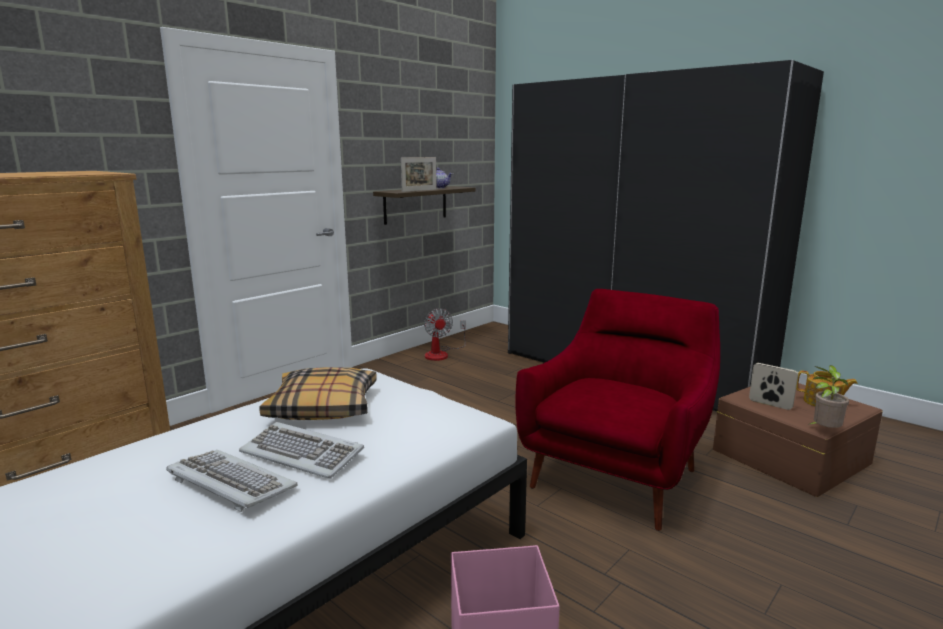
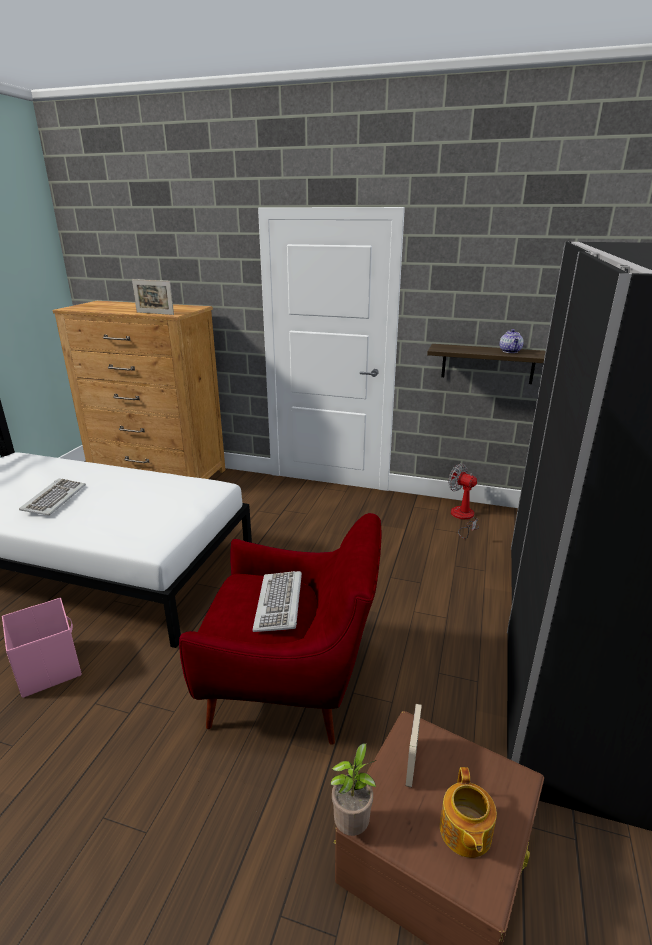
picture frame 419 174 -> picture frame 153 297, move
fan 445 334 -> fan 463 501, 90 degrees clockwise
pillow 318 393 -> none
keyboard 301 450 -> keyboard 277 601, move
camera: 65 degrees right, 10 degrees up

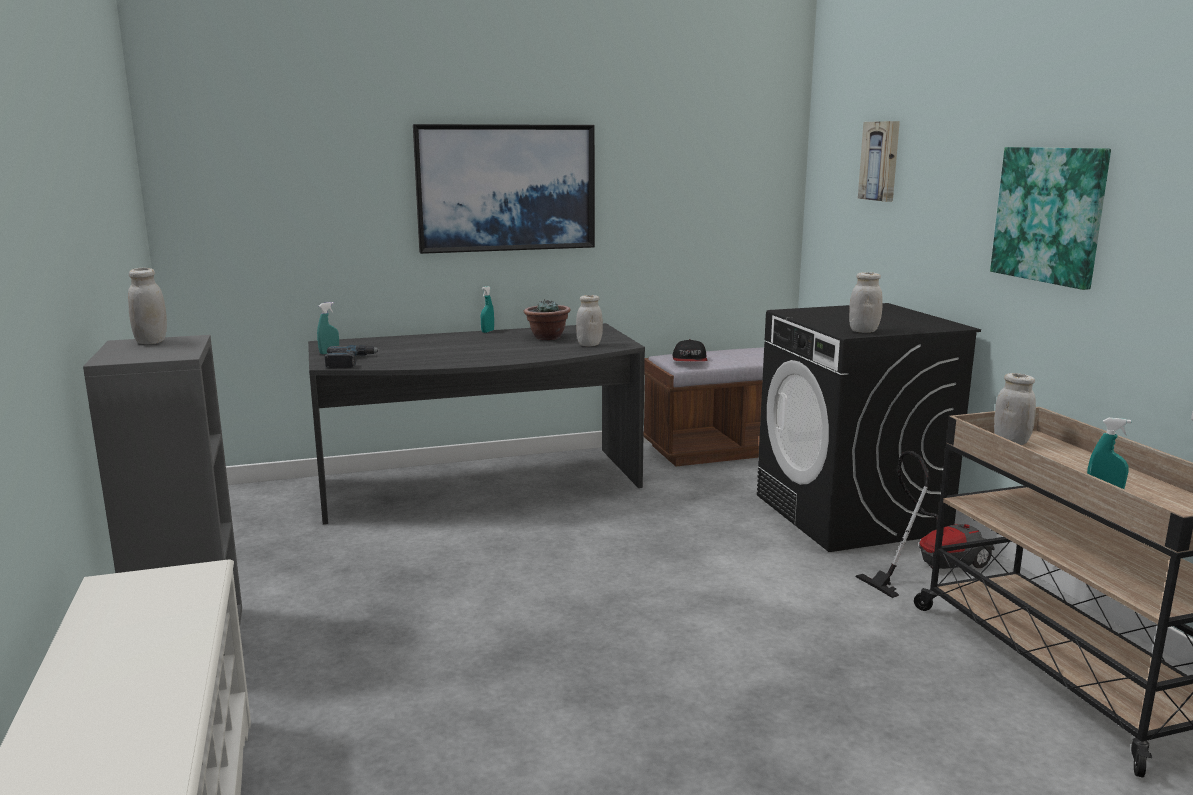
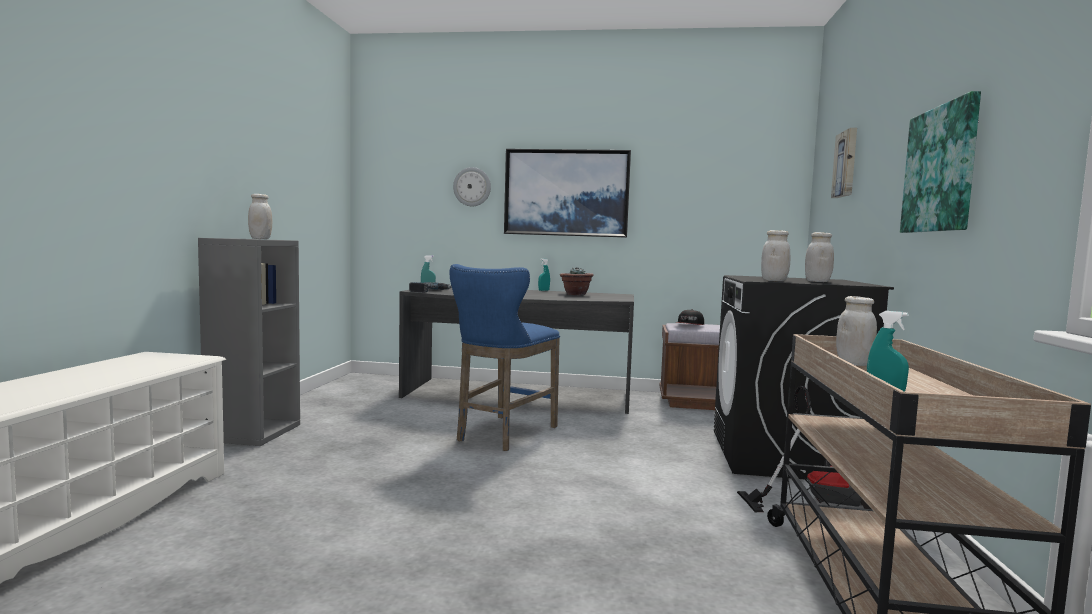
white jar 589 320 -> white jar 819 257, move
none -> wall clock 472 186
none -> blue stool 505 357
camera: 25 degrees right, 10 degrees down

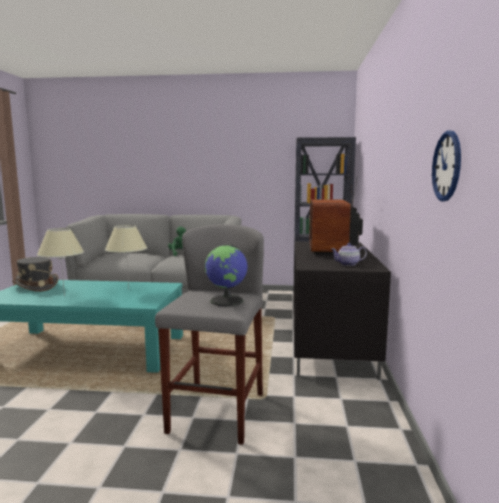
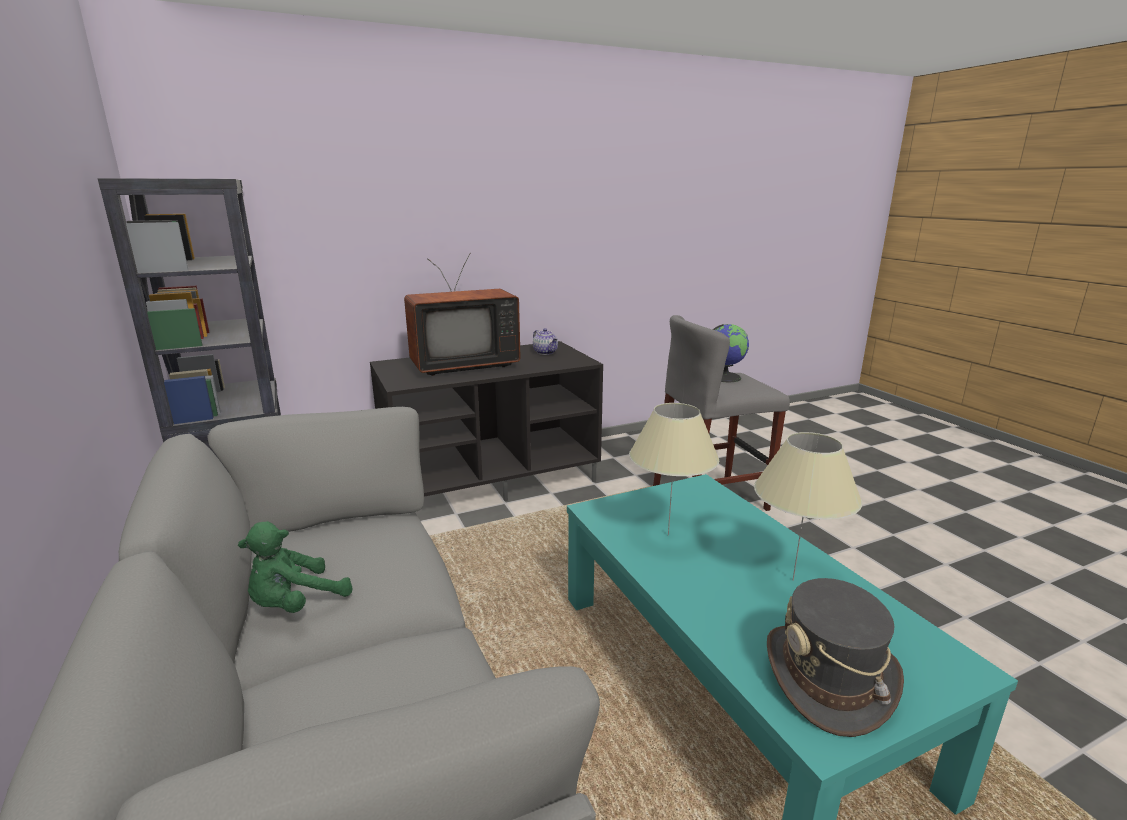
wall clock 446 166 -> none
camera: 120 degrees left, 10 degrees up

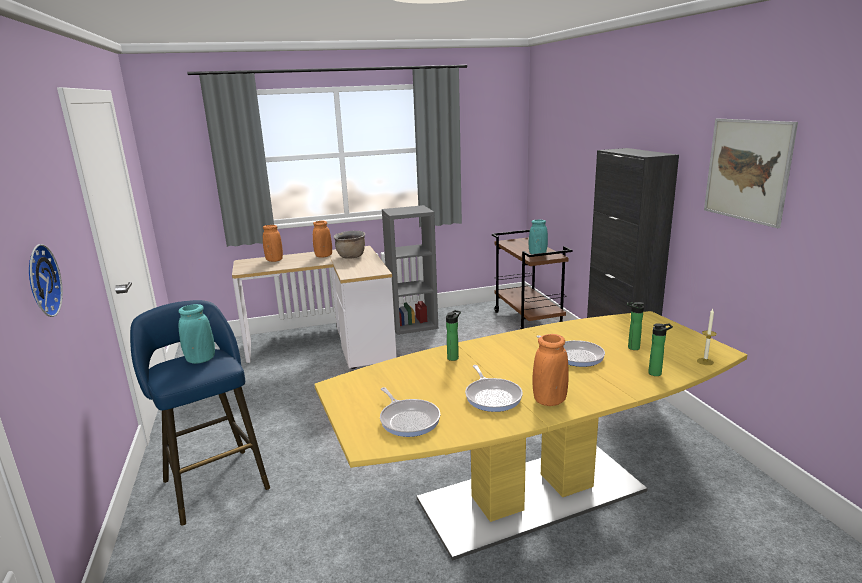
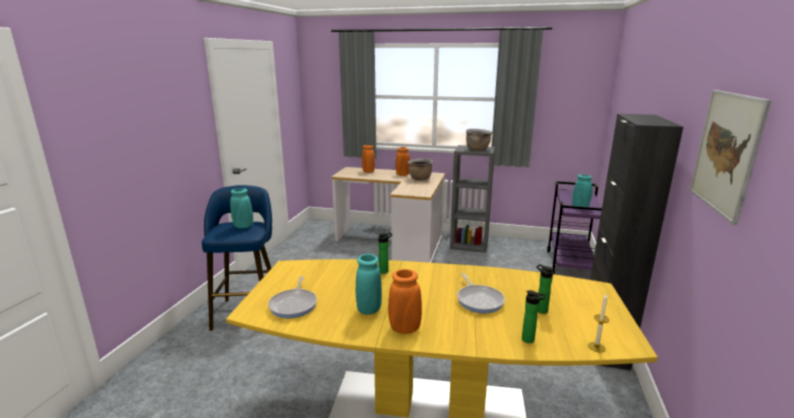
brown cart 532 279 -> purple cart 574 227
wall clock 46 280 -> none
frying pan 494 388 -> turquoise vase 369 284
none -> brown cooking pot 479 140
camera: 30 degrees right, 0 degrees up

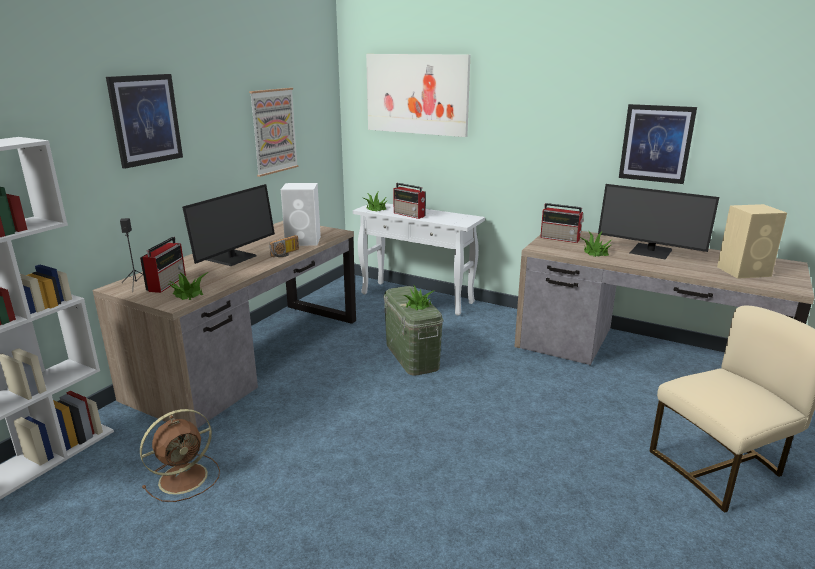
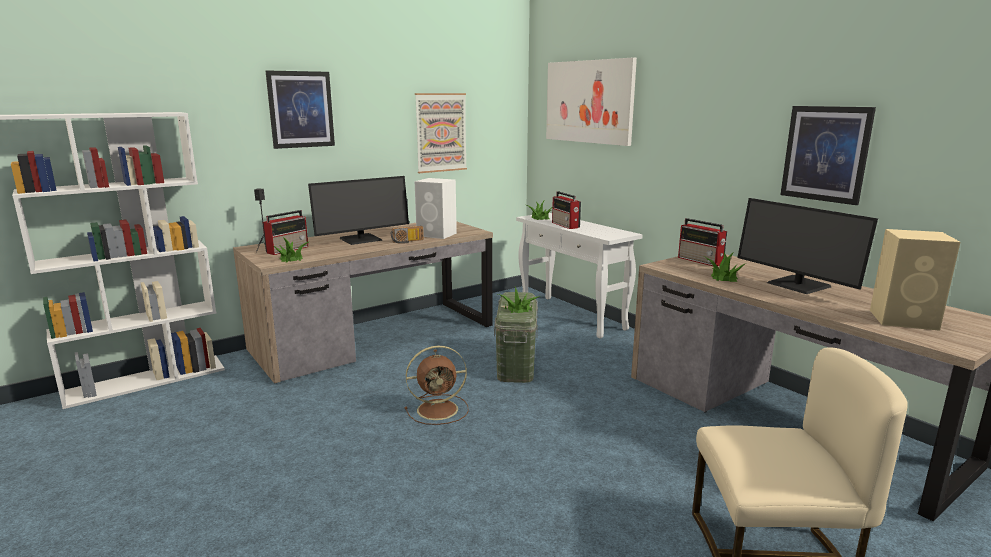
brown fan 180 455 -> brown fan 437 385, move
camera: 25 degrees right, 5 degrees down

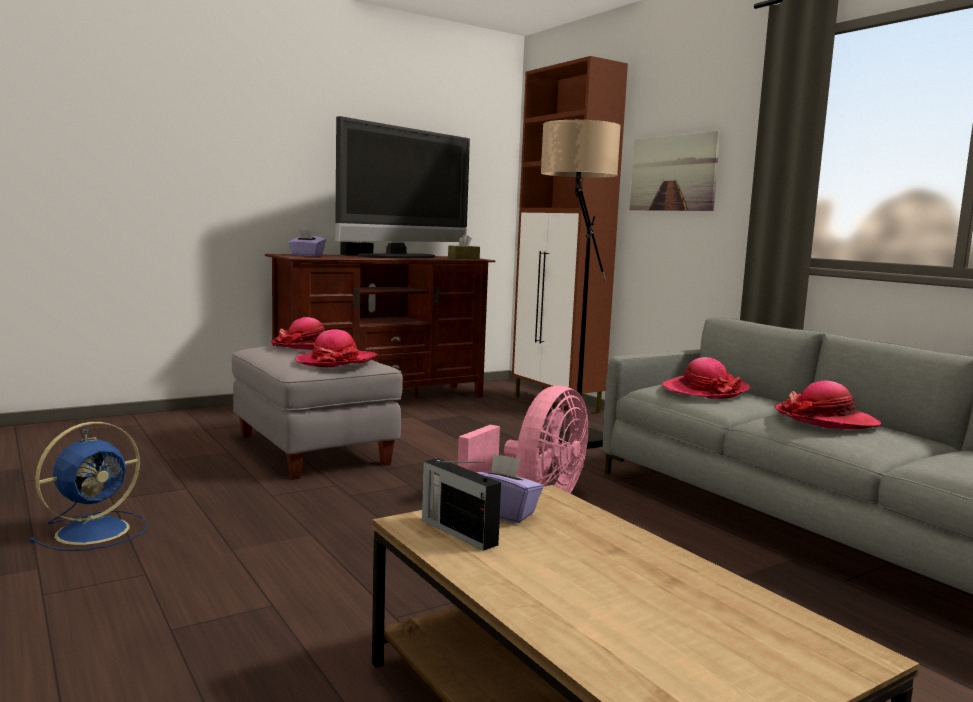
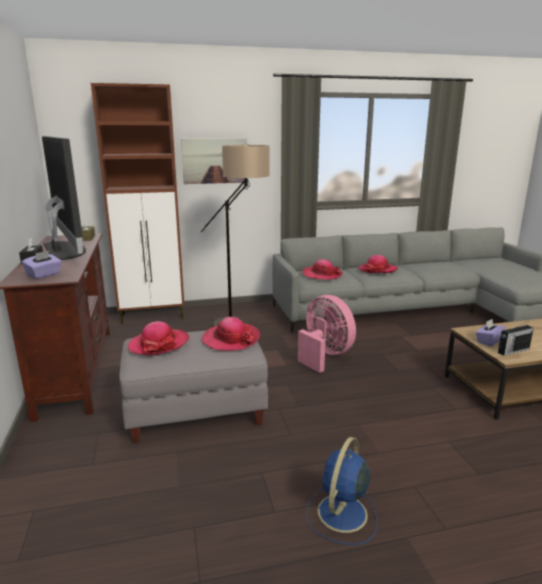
blue fan 88 486 -> blue fan 341 491, 120 degrees counterclockwise
camera: 70 degrees left, 10 degrees up

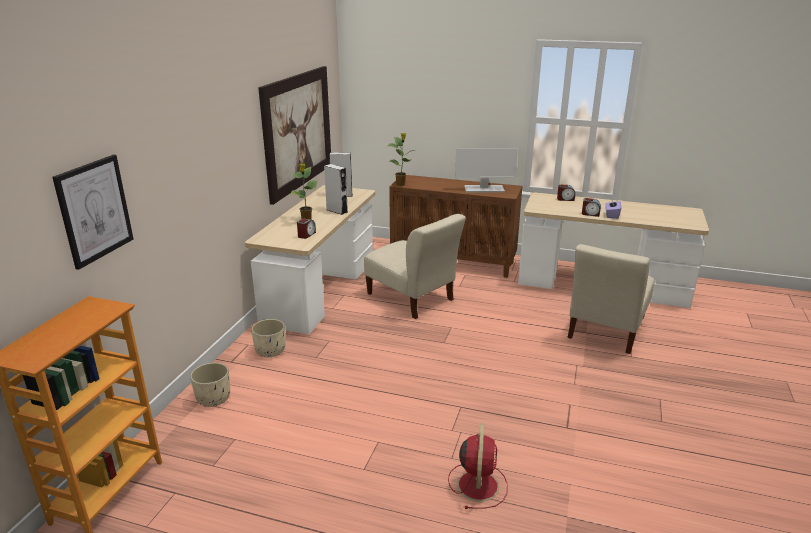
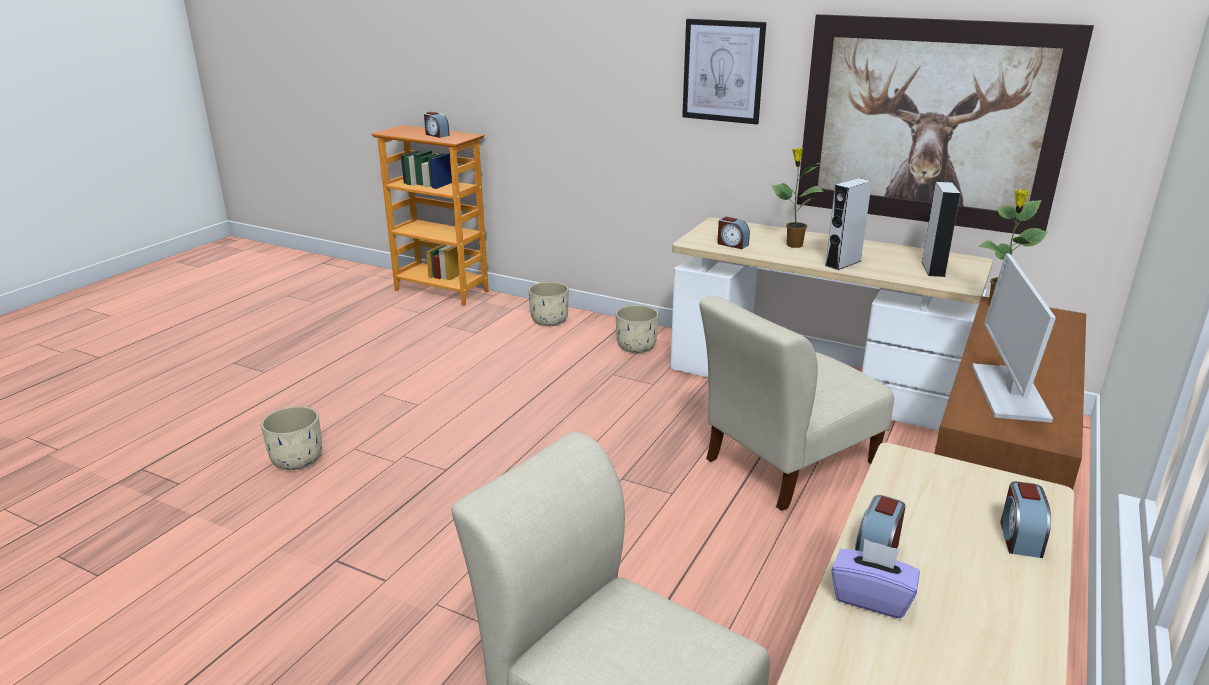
picture 92 212 -> picture 724 71, move
red fan 478 466 -> beige planter 291 438
none -> alarm clock 437 125
camera: 100 degrees right, 0 degrees up

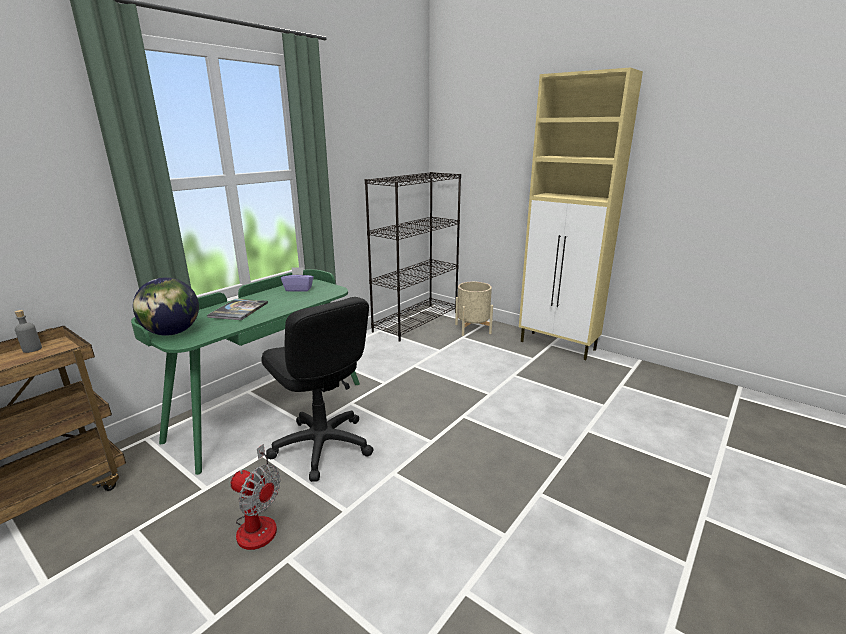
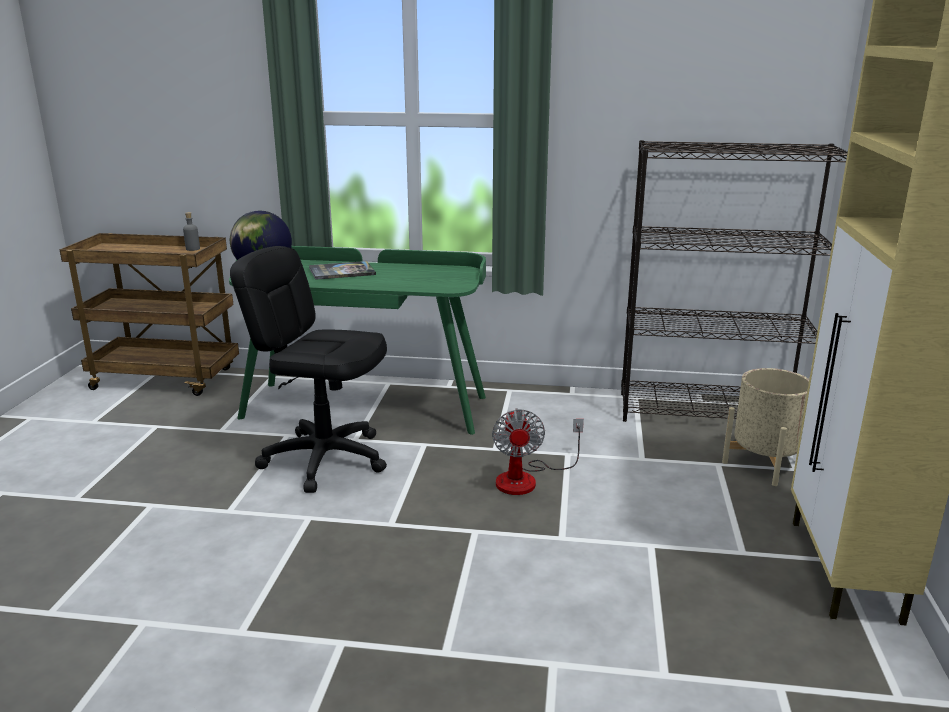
purple tissue box 297 279 -> none
black office chair 317 389 -> black office chair 308 369, 90 degrees clockwise
fan 256 497 -> fan 538 451, move
camera: 60 degrees right, 0 degrees up

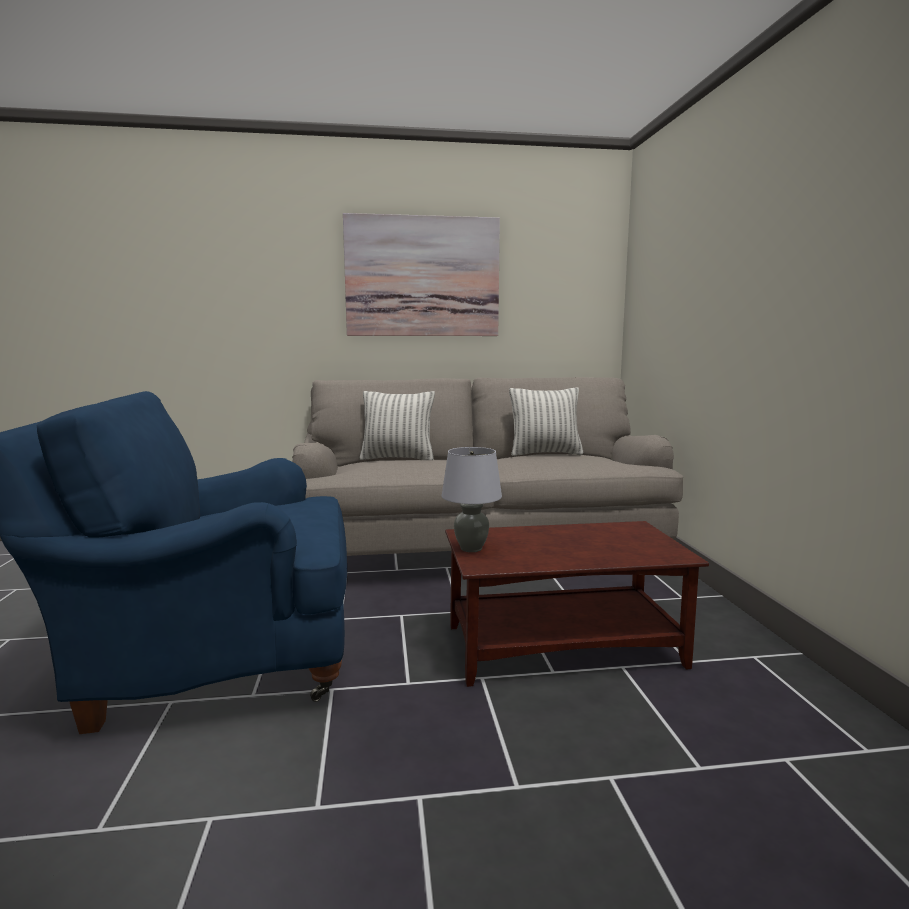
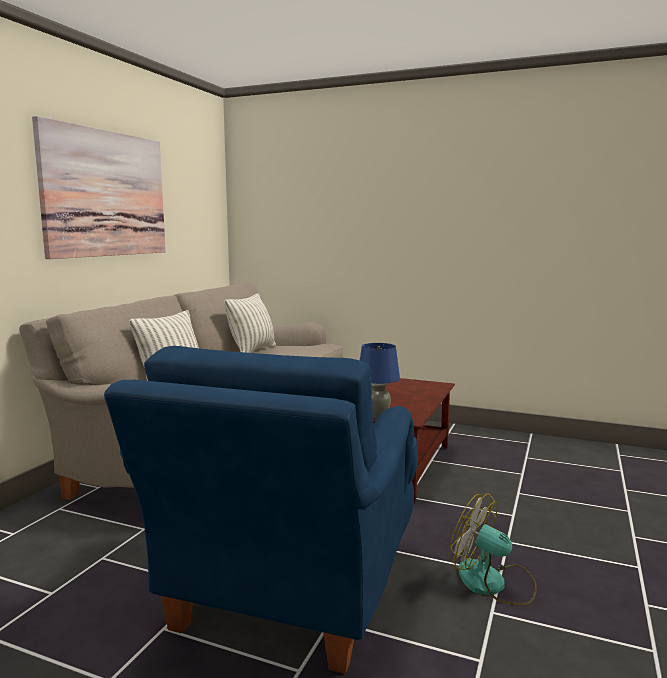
grey table lamp 471 499 -> blue table lamp 380 380
none -> fan 493 549
camera: 60 degrees left, 0 degrees up

